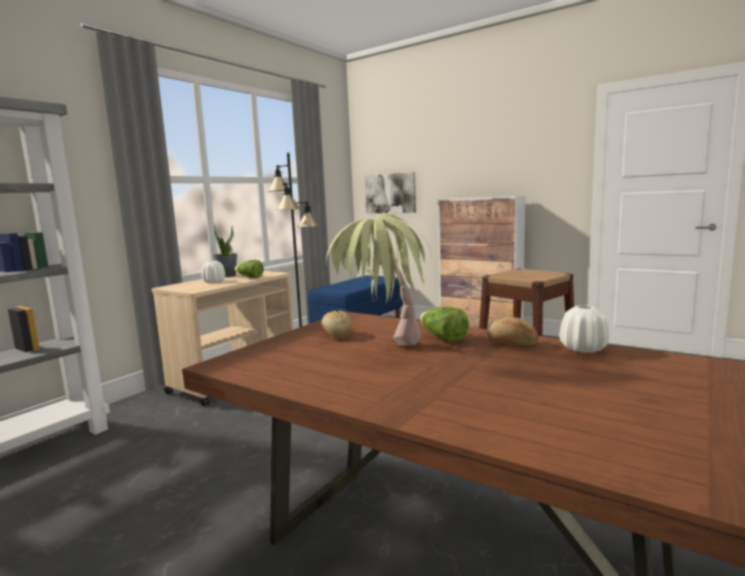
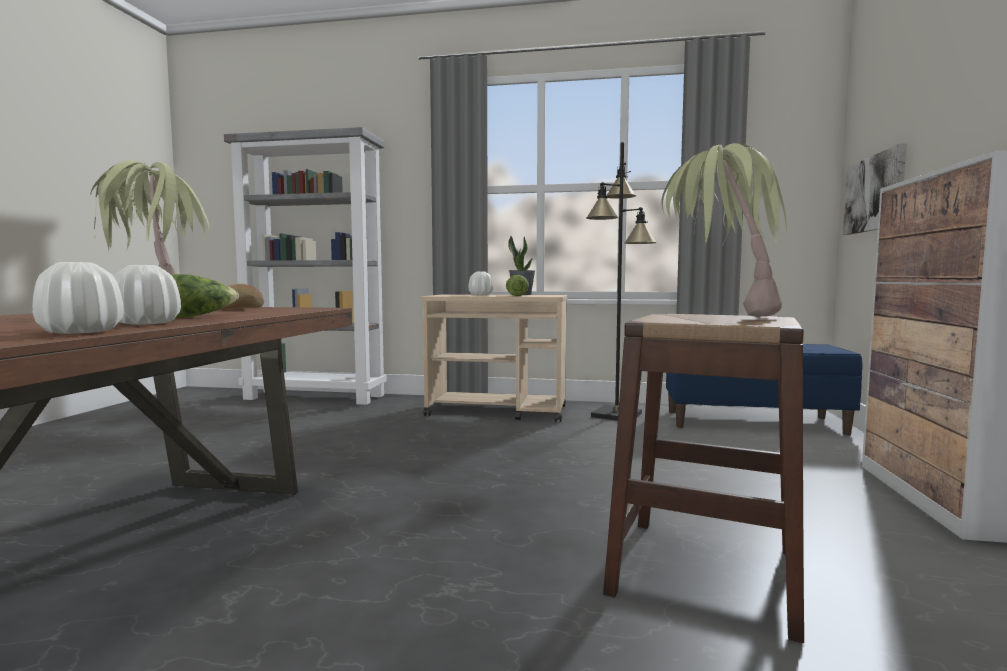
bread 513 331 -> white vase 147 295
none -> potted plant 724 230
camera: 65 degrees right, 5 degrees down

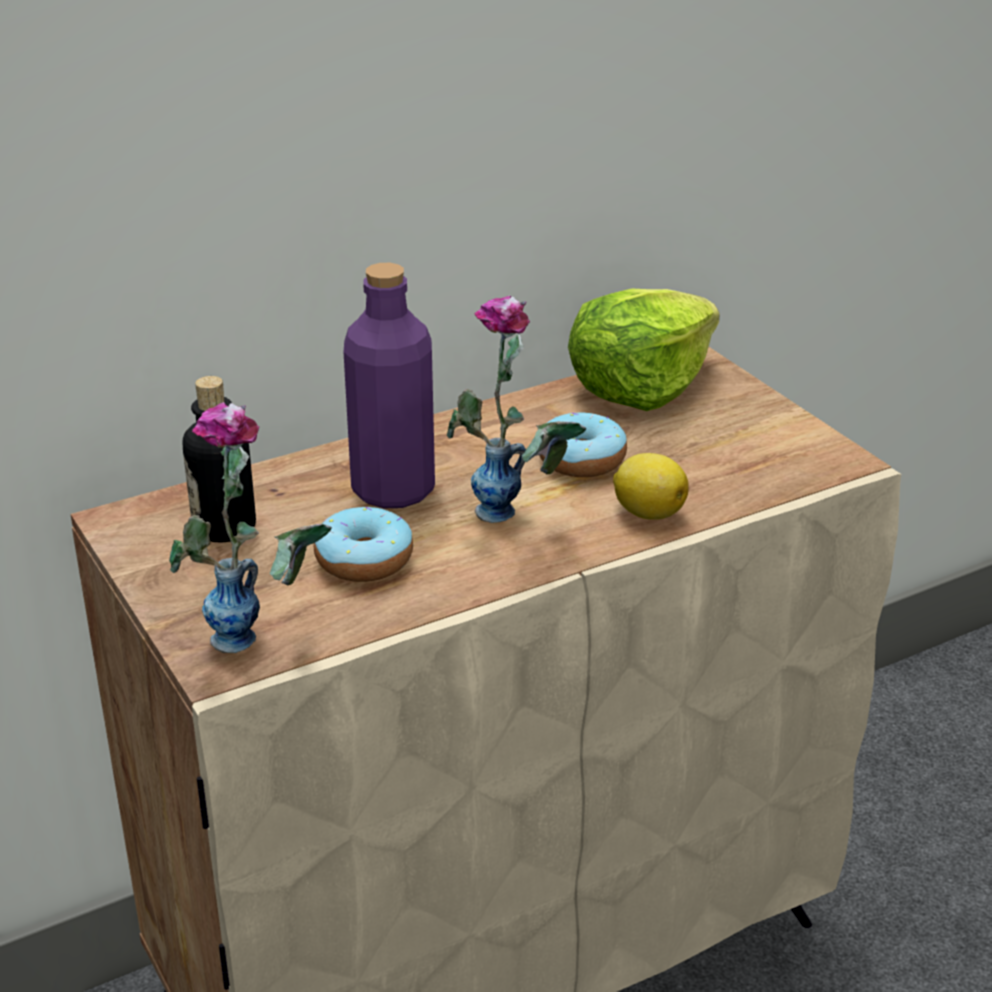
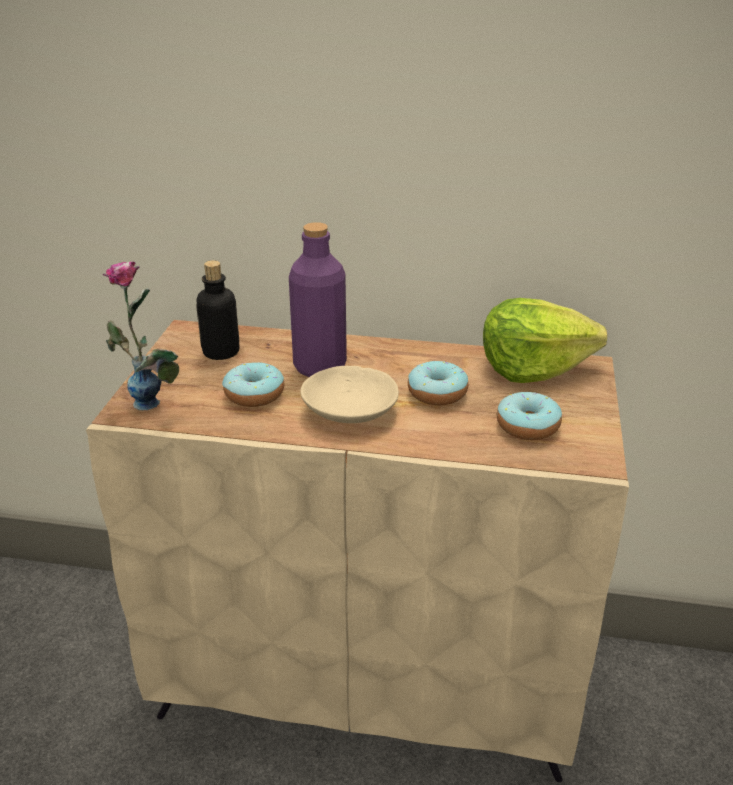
vase 516 409 -> beige bowl 350 394
lemon 651 486 -> none
none -> donut 529 416
camera: 40 degrees right, 0 degrees up

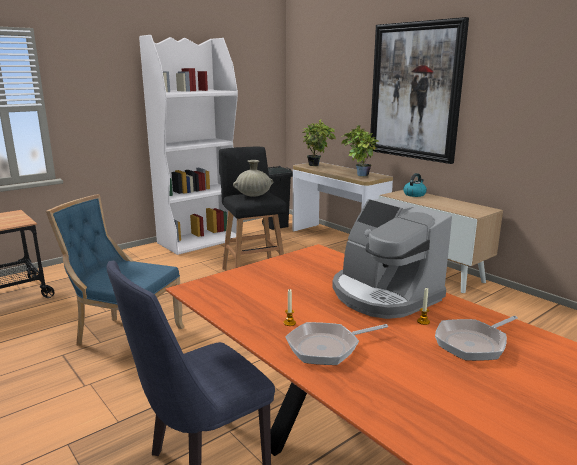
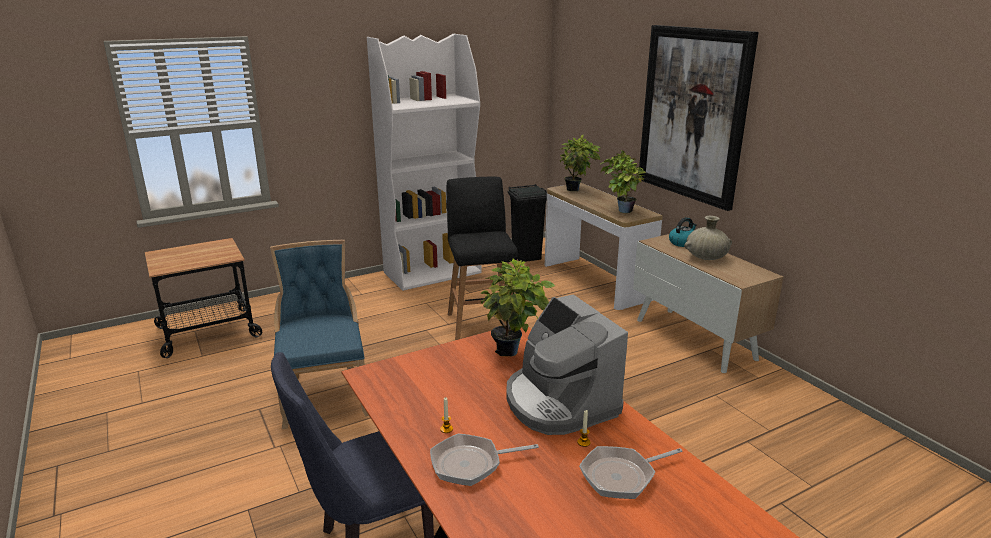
beige vase 253 178 -> beige vase 708 238, move
blue chair 115 270 -> blue chair 319 334, 45 degrees clockwise
none -> potted plant 517 307
camera: 10 degrees right, 5 degrees up

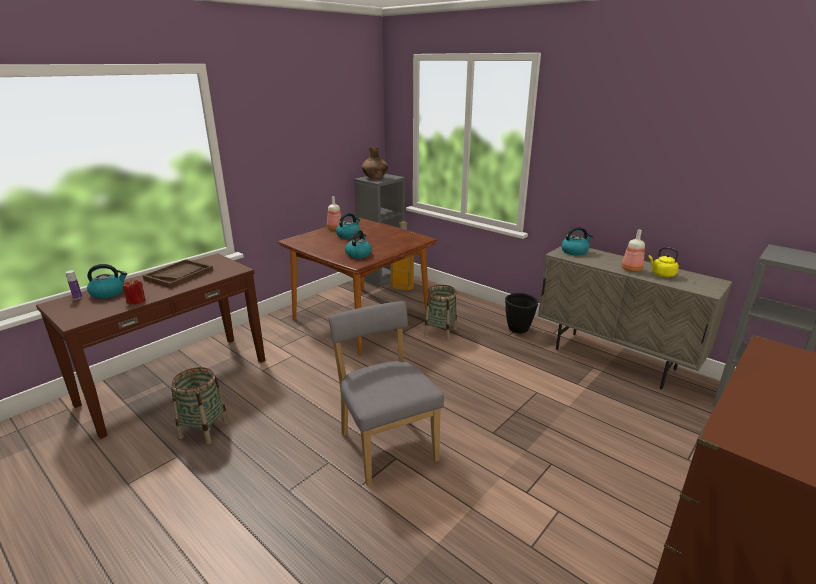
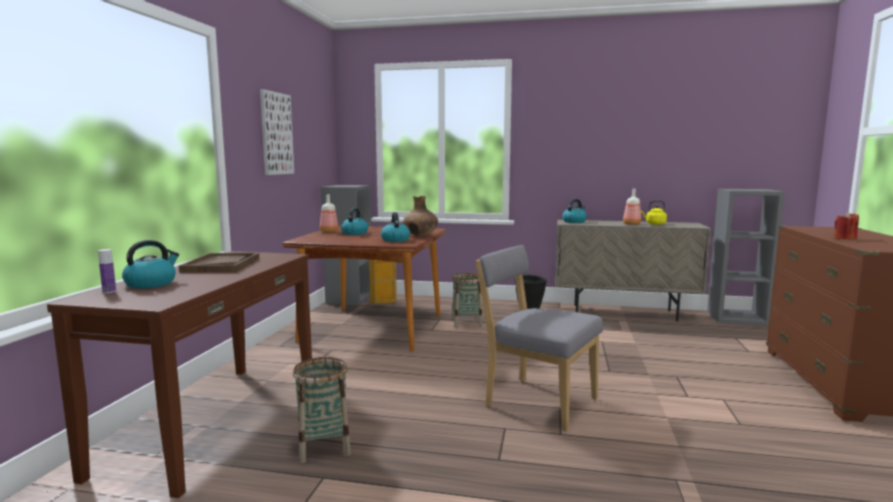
brown vase 375 163 -> brown vase 420 216, move
red candle 134 292 -> red candle 846 225, move
none -> picture 277 132
camera: 30 degrees left, 15 degrees down

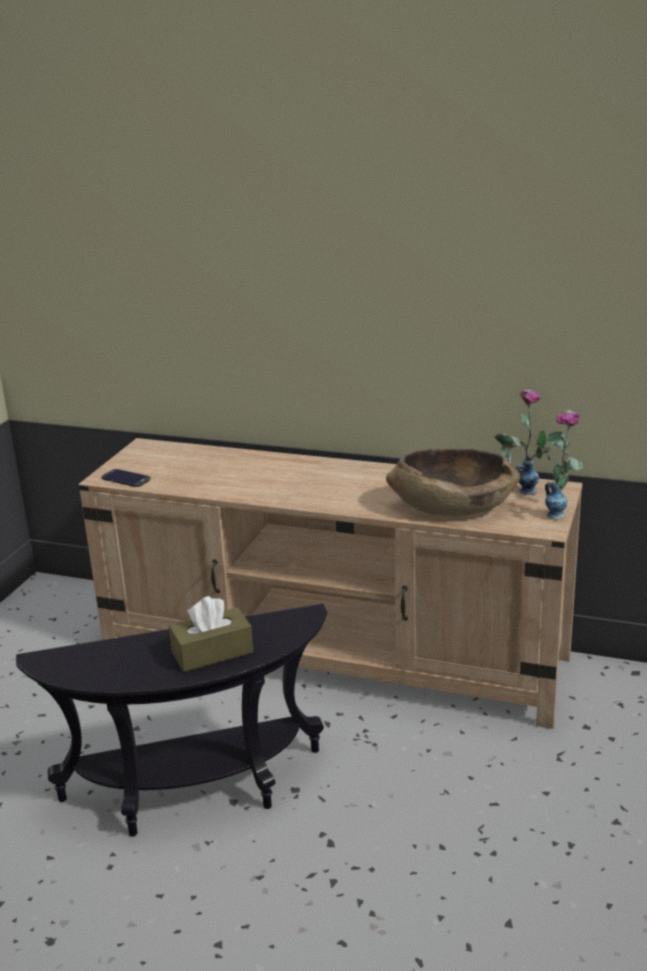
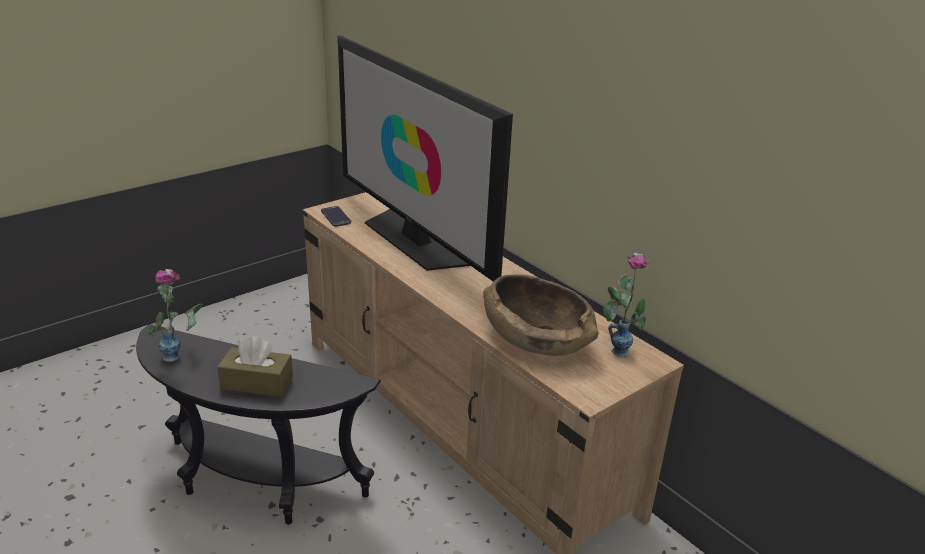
vase 564 465 -> vase 175 315, move
none -> television 425 158
camera: 30 degrees right, 5 degrees up

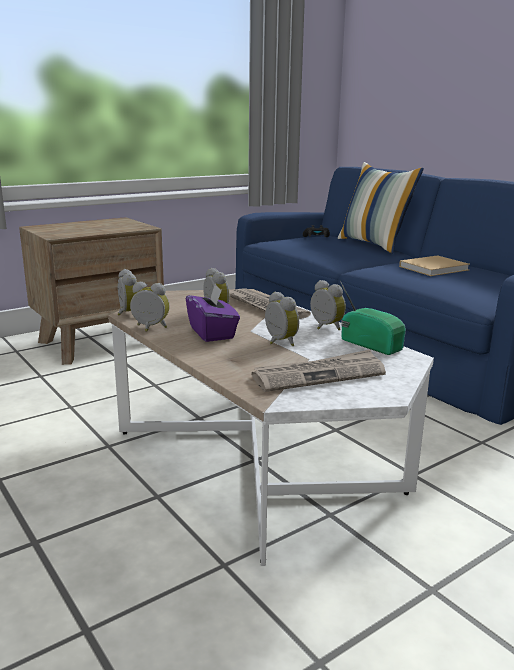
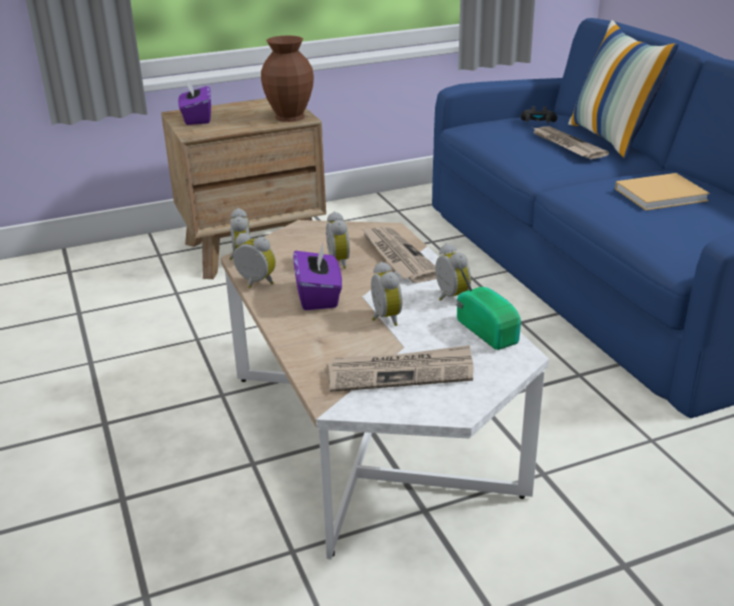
none -> brown vase 287 78
none -> purple tissue box 194 102
none -> newspaper 571 142
camera: 15 degrees right, 10 degrees up

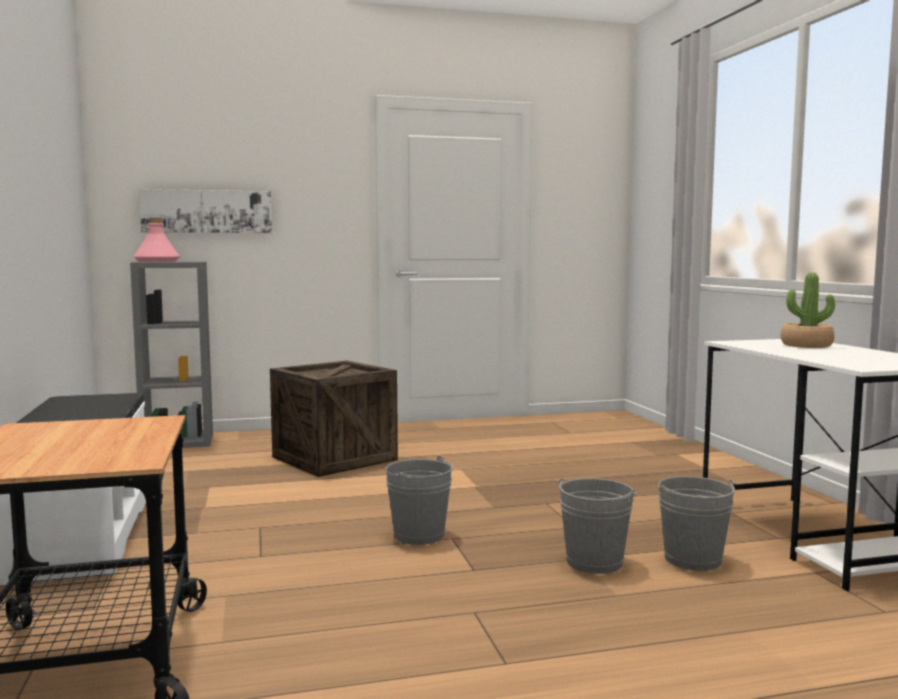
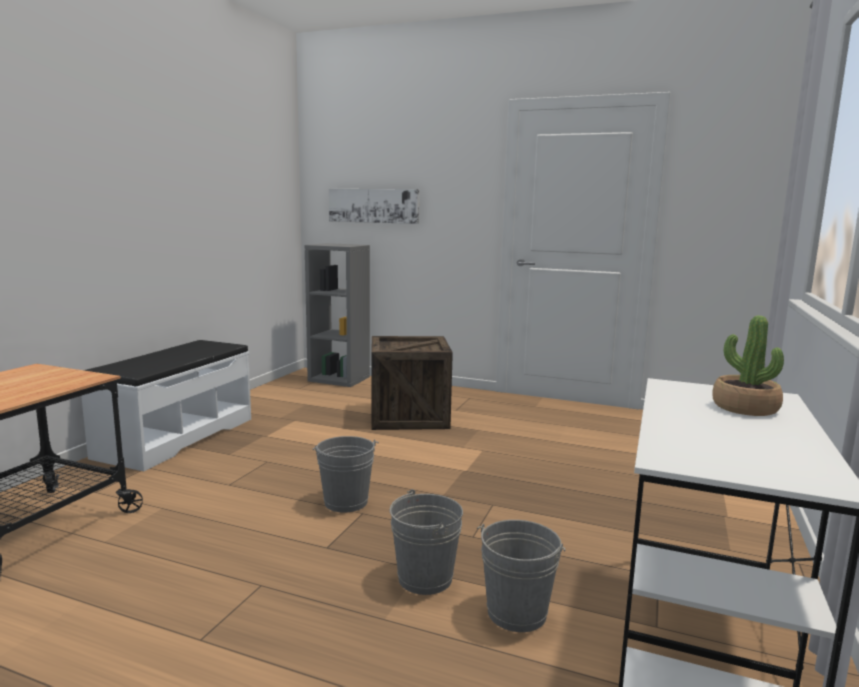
pink bottle 156 240 -> none
camera: 35 degrees right, 5 degrees up

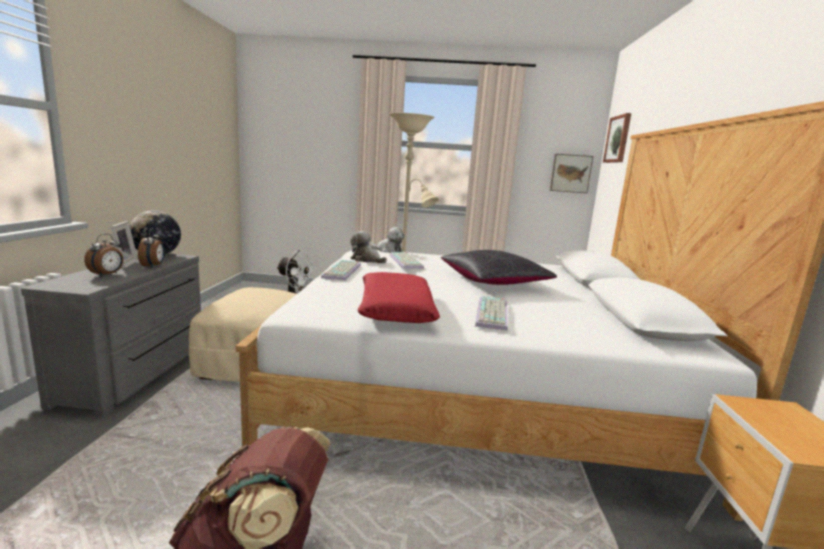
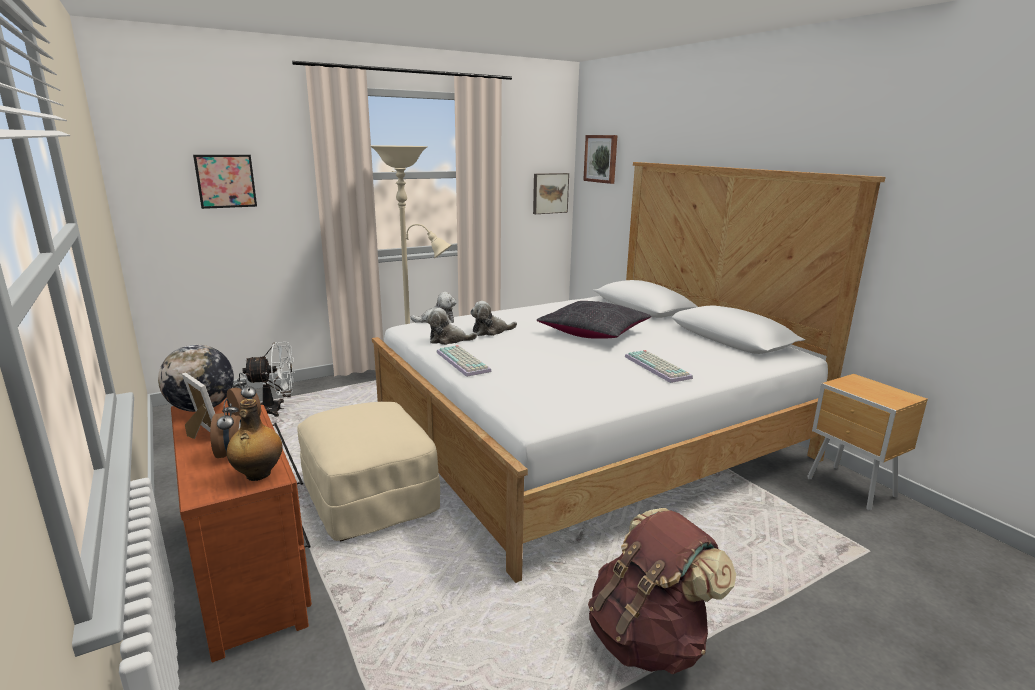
keyboard 406 260 -> plush toy 493 318
grey dresser 111 334 -> brown dresser 241 530
red pillow 398 297 -> none
none -> picture 225 182
none -> bottle 254 440
camera: 35 degrees left, 5 degrees up

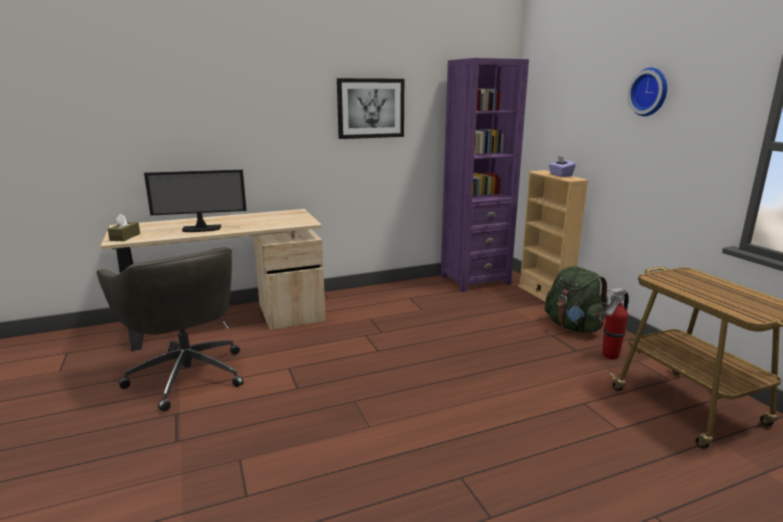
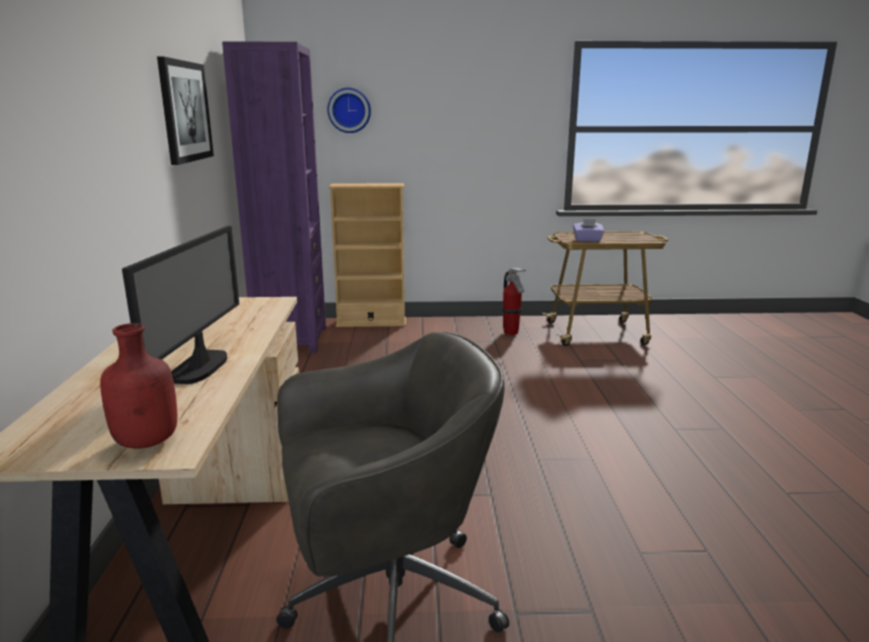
wall clock 647 92 -> wall clock 349 110, move
purple tissue box 562 166 -> purple tissue box 588 230, move
brown tissue box 124 227 -> red bottle 138 386
green backpack 576 299 -> none
camera: 70 degrees left, 0 degrees up

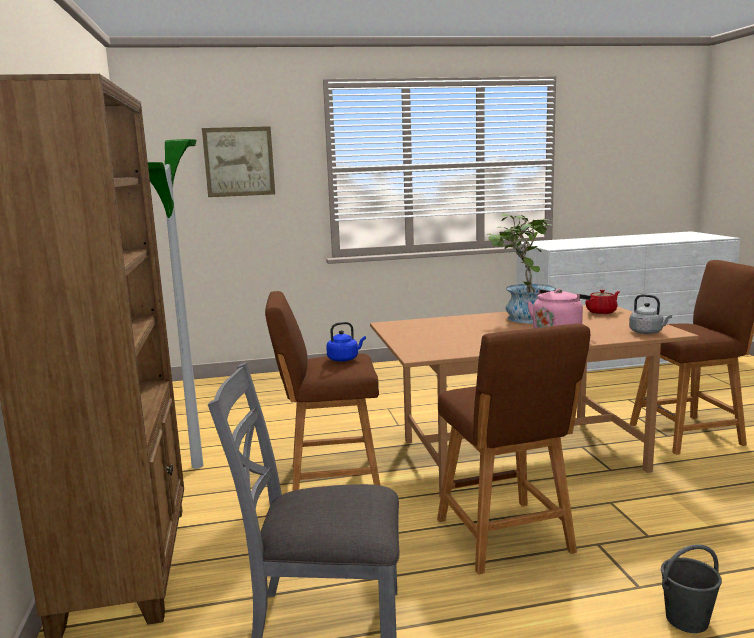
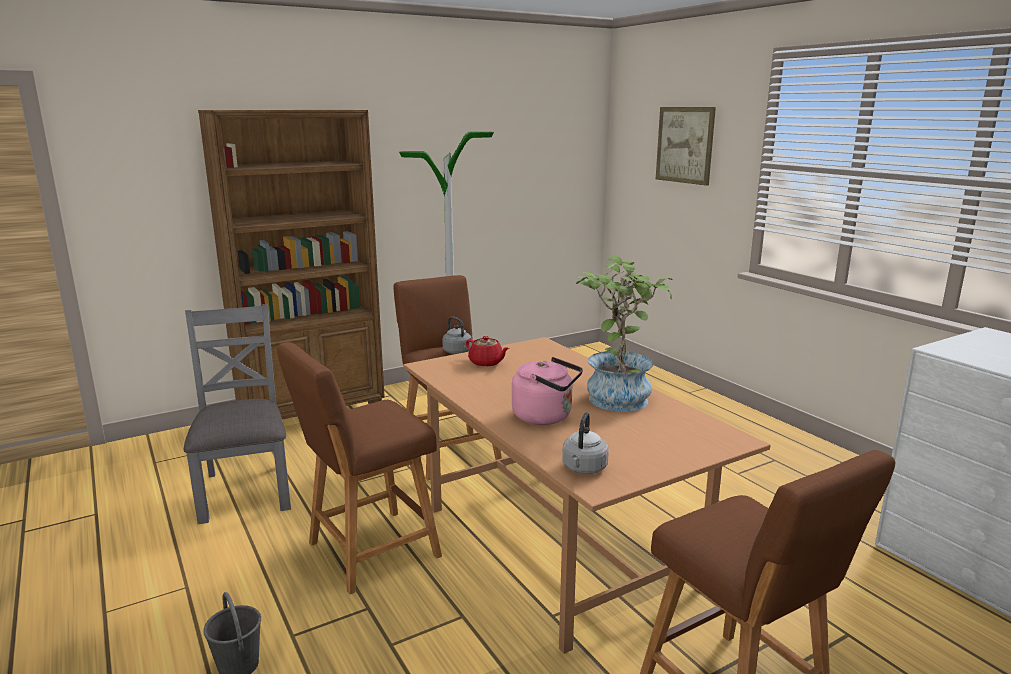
red teapot 602 301 -> red teapot 487 351, move
blue kettle 346 342 -> grey kettle 457 335
camera: 70 degrees right, 5 degrees up

